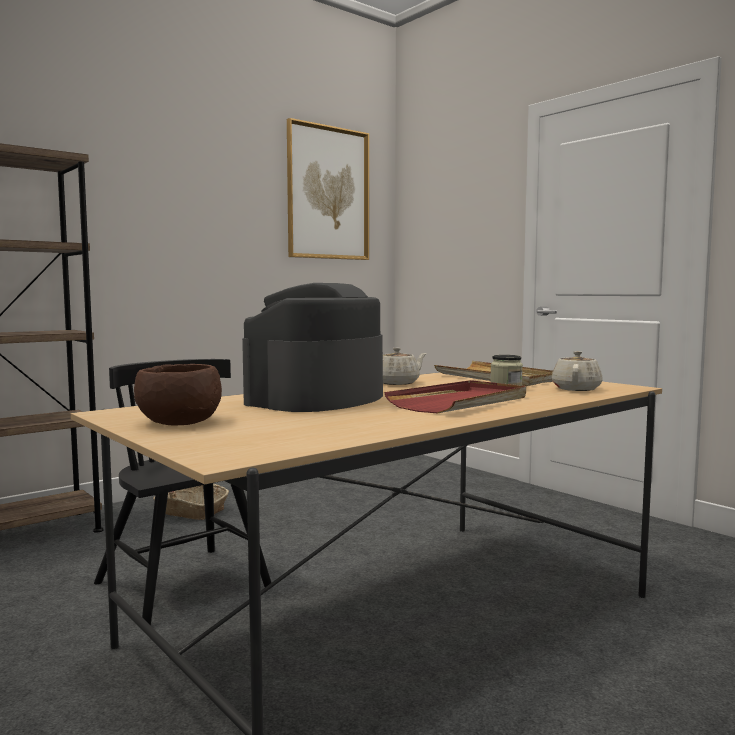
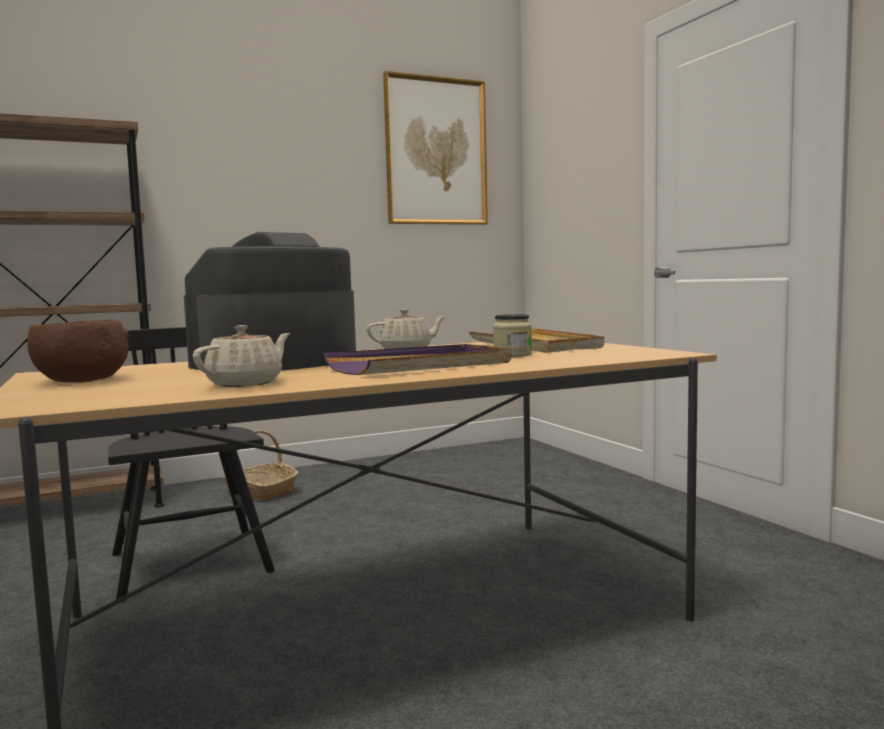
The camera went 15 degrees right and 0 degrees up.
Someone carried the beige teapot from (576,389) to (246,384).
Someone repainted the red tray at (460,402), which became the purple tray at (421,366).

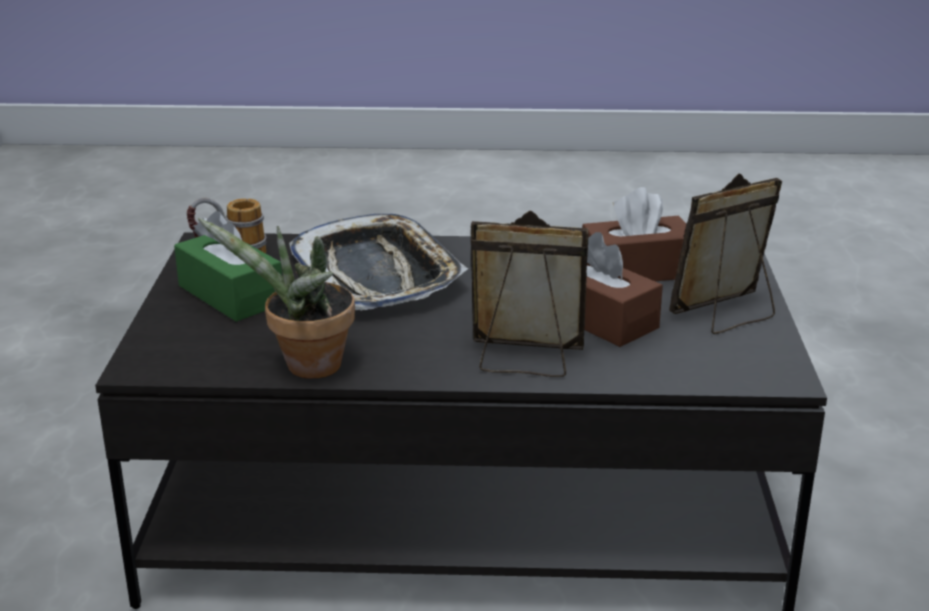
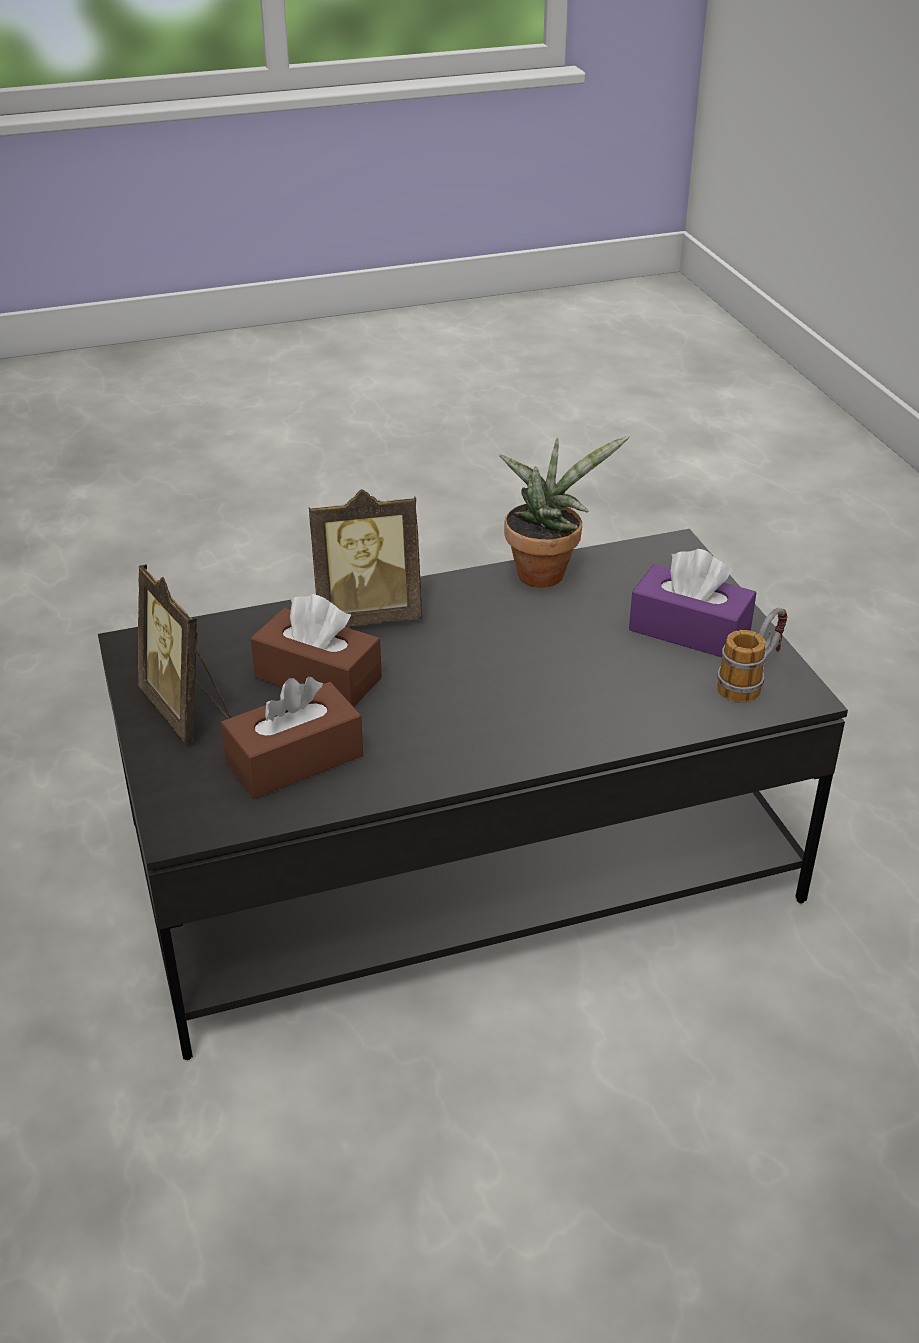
The camera went 160 degrees right and 10 degrees up.
Someone took away the tray at (377,274).
Someone repainted the green tissue box at (230,295), which became the purple tissue box at (689,630).
Someone rotated the picture frame at (726,315) by 105 degrees clockwise.

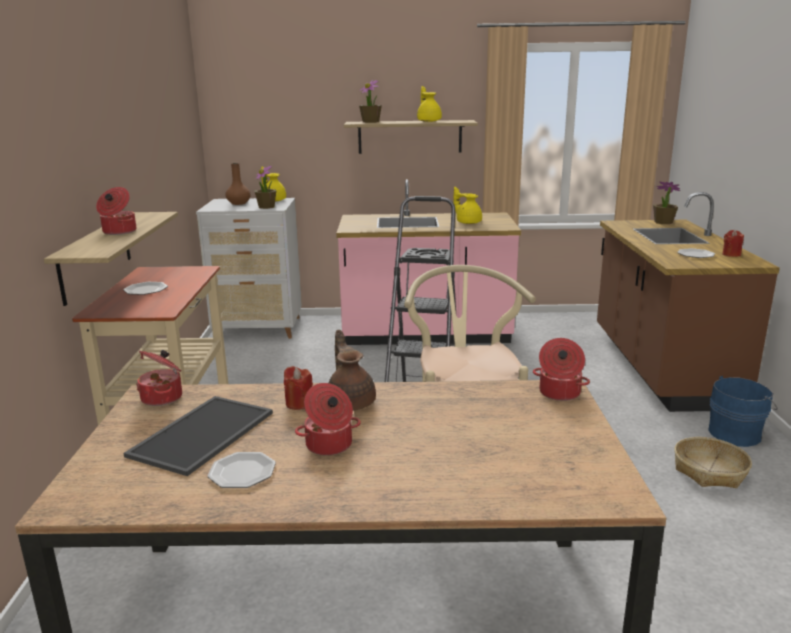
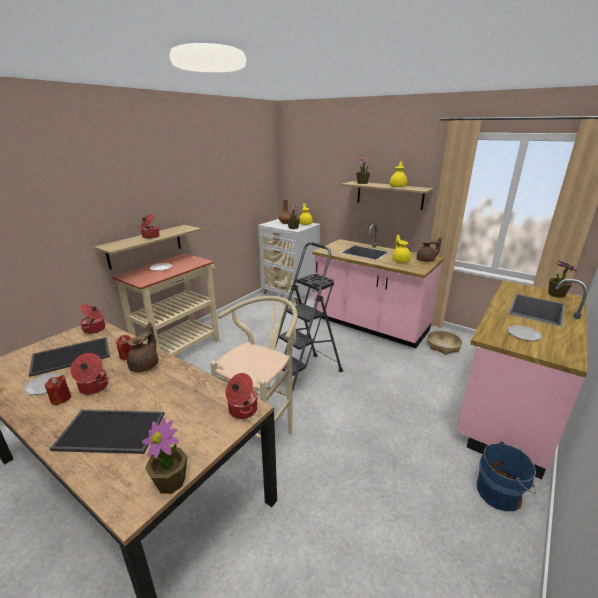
The camera went 35 degrees right and 5 degrees up.
Someone put down the tray at (109,432).
Someone put down the potted plant at (171,481).
Someone put down the brown teapot at (426,260).
Someone carried the basket from (709,471) to (443,346).
Someone carried the red candle from (731,254) to (61,399).
Someone repainted the brown counter at (660,367), which became the pink counter at (506,409).

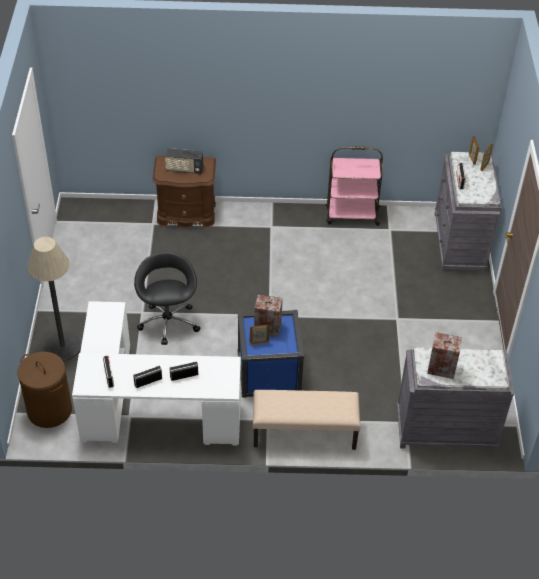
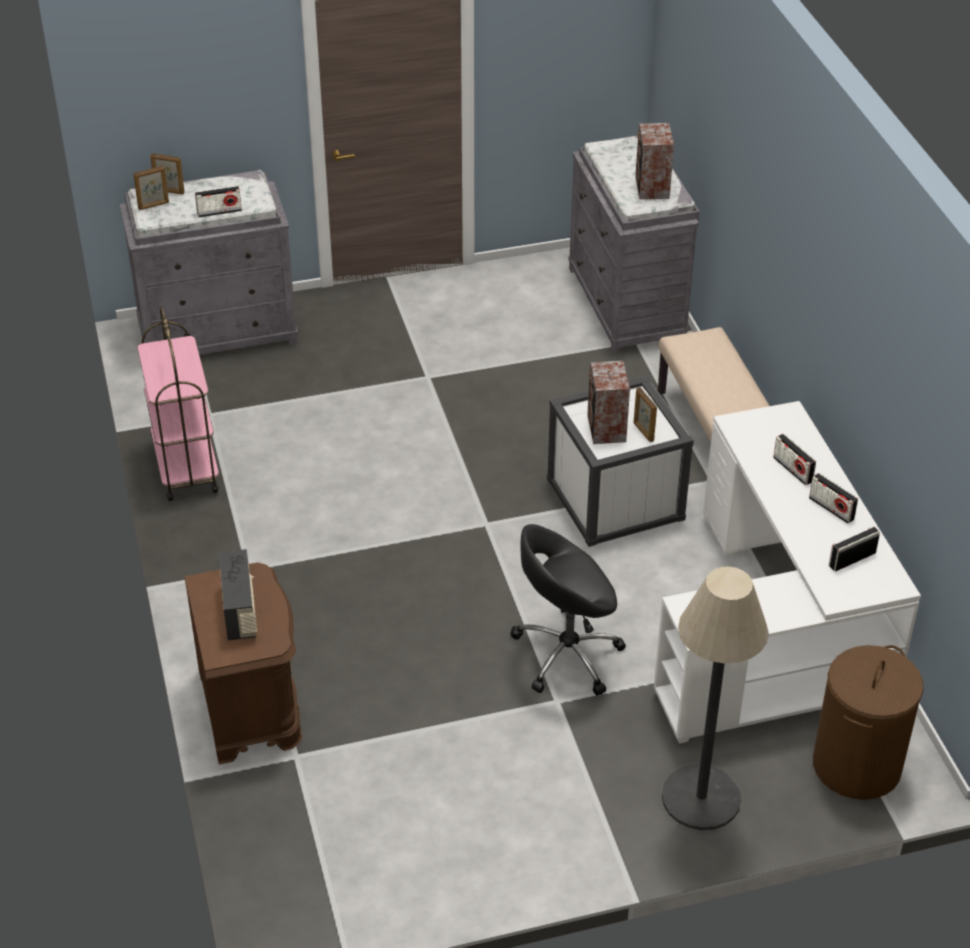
The camera went 105 degrees left and 5 degrees down.
Someone repainted the blue storage box at (268,372), which became the white storage box at (615,499).

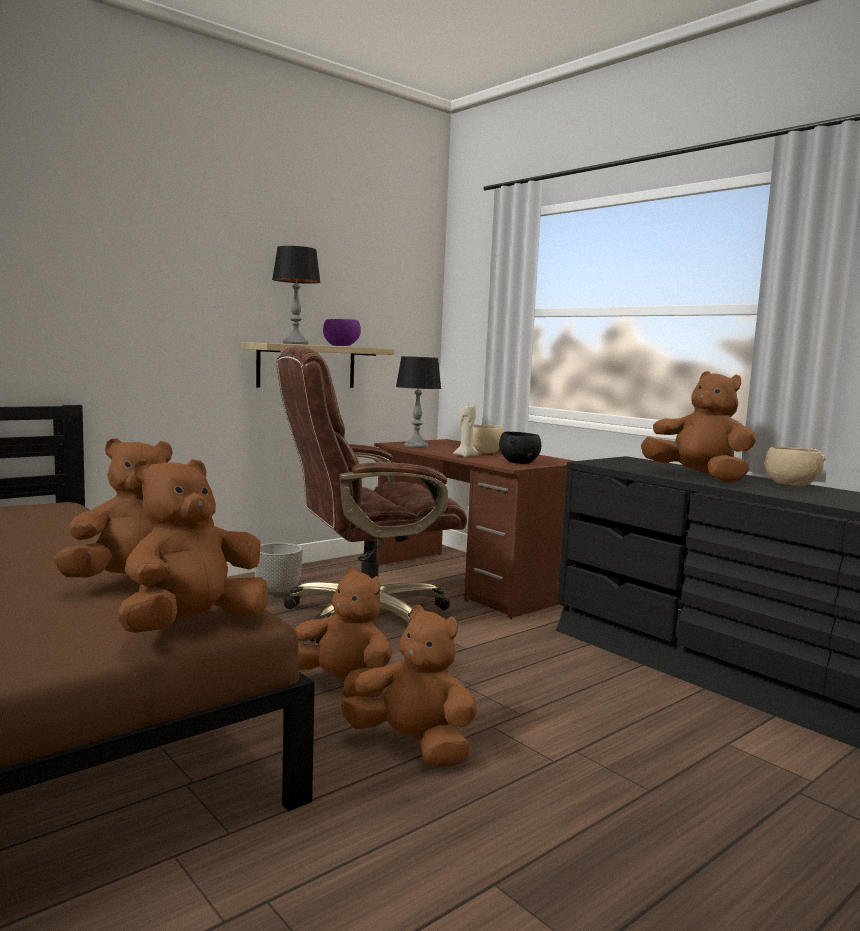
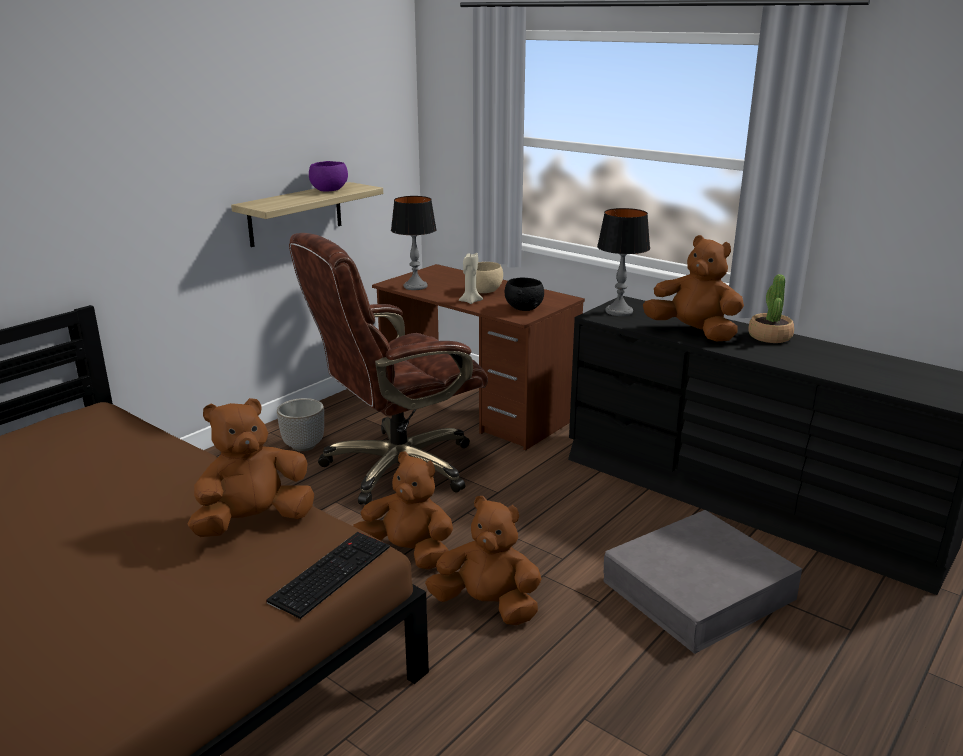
The camera went 10 degrees left and 15 degrees up.
Someone put down the grey storage box at (698,590).
Someone carried the table lamp from (295,344) to (618,311).
Someone swapped the brown plush toy at (192,626) for the keyboard at (330,572).
Someone swapped the beige bowl at (790,485) for the potted plant at (769,337).

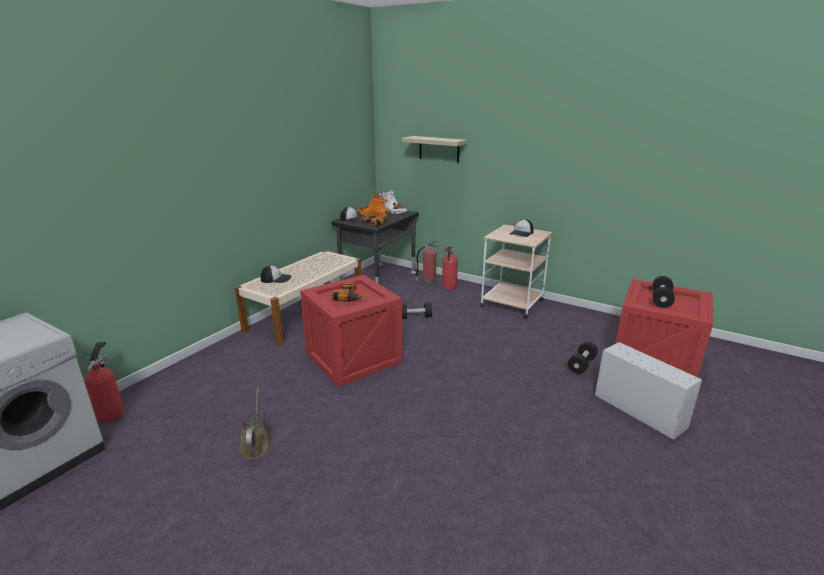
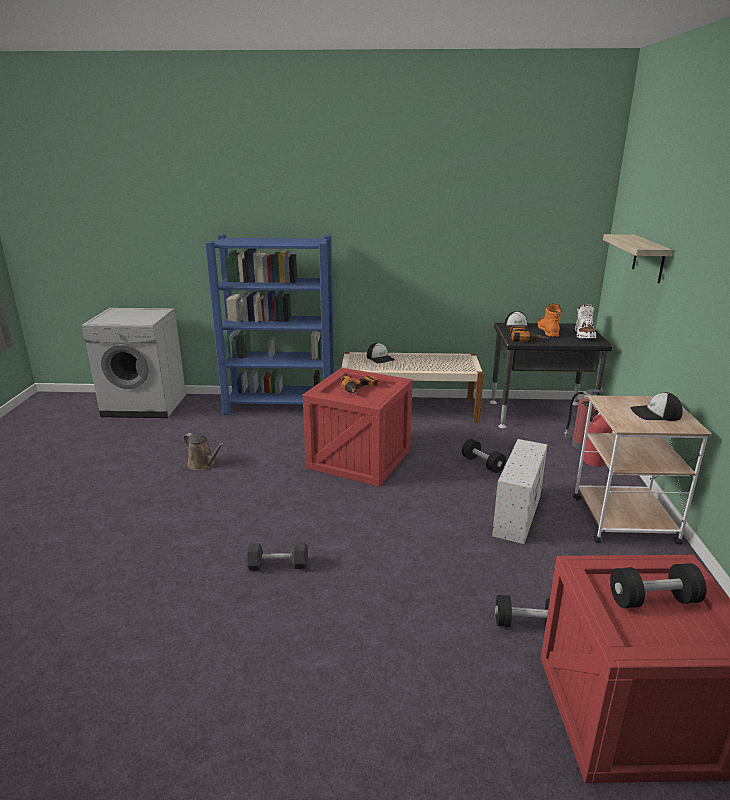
The camera went 60 degrees right and 0 degrees up.
Someone took away the fire extinguisher at (111,413).
Someone put down the blue bookcase at (281,405).
Someone put down the black dumbbell at (277,565).
Someone carried the white storage box from (637,410) to (517,513).
Someone rotated the brown watering can at (256,445) by 75 degrees clockwise.

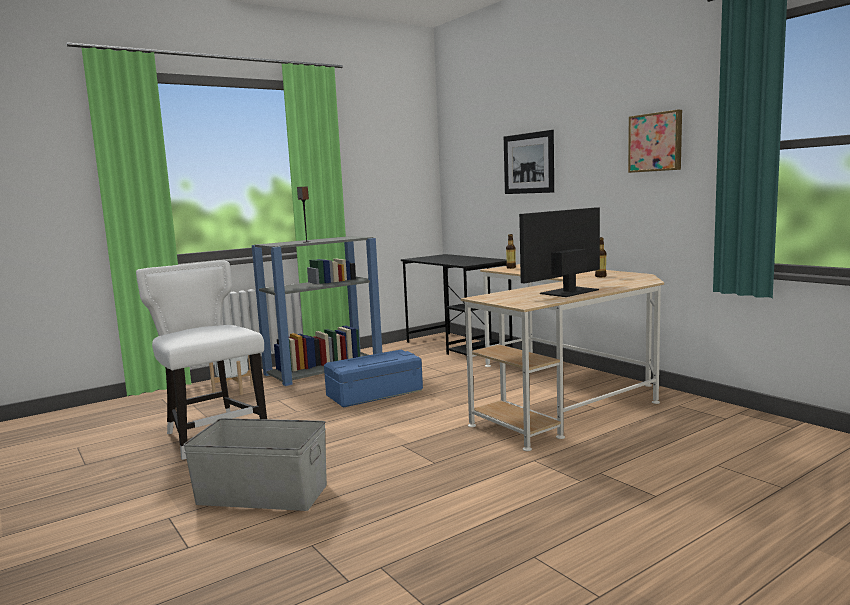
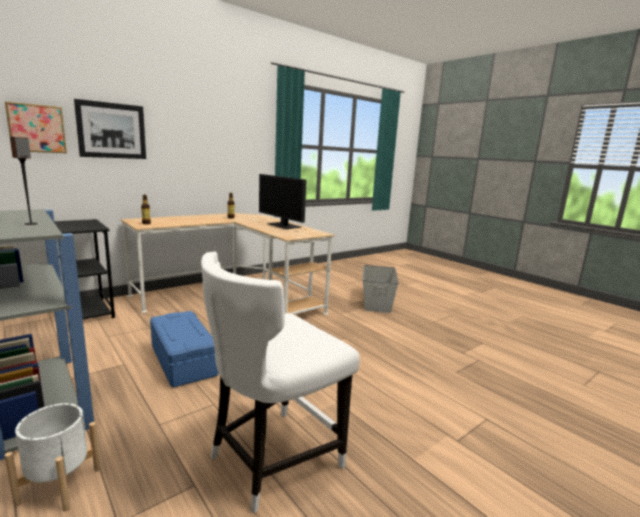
The camera went 95 degrees left and 5 degrees up.
Someone carried the grey storage box from (262,494) to (376,301).
Someone carried the picture from (656,142) to (36,128).

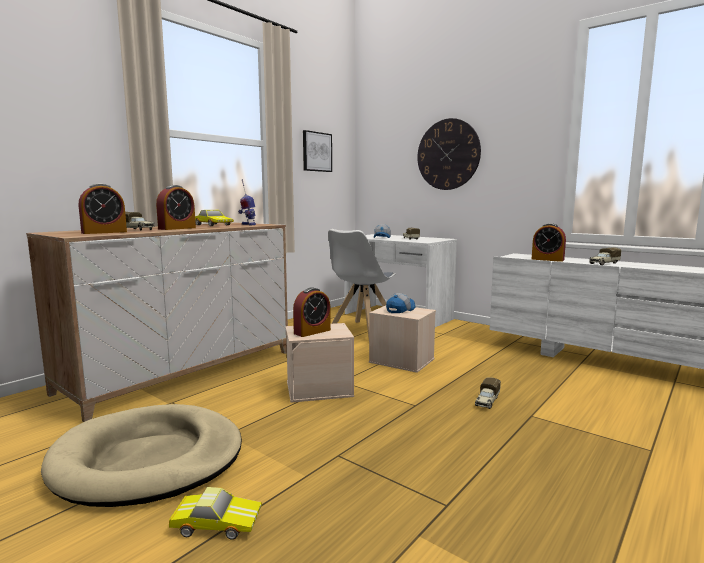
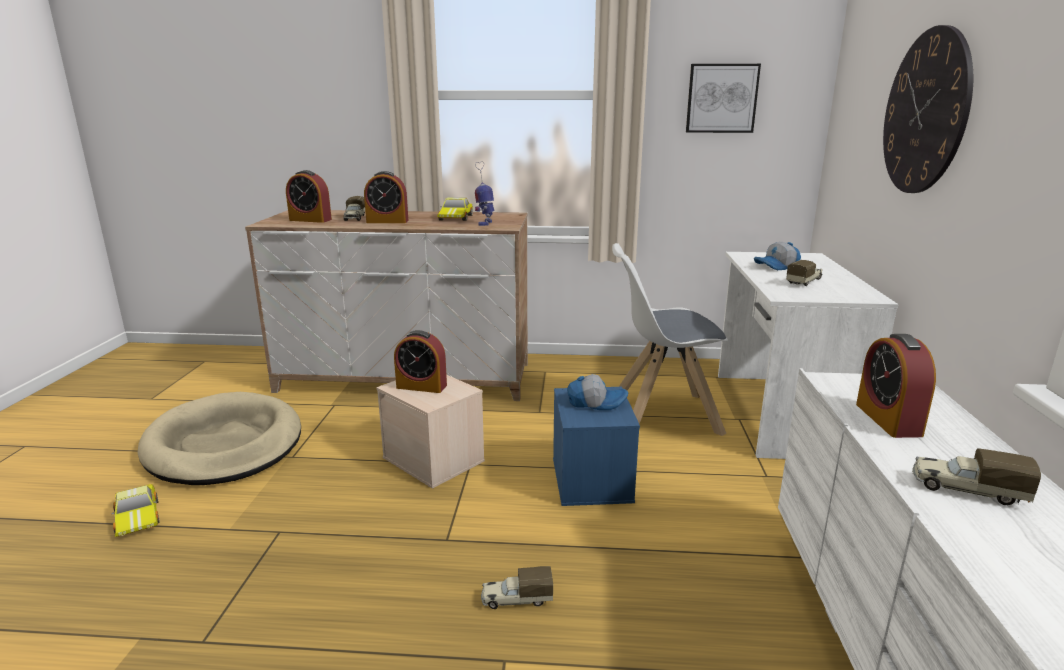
The camera went 55 degrees right and 10 degrees up.
Someone repainted the beige storage box at (400,360), which became the blue storage box at (590,479).

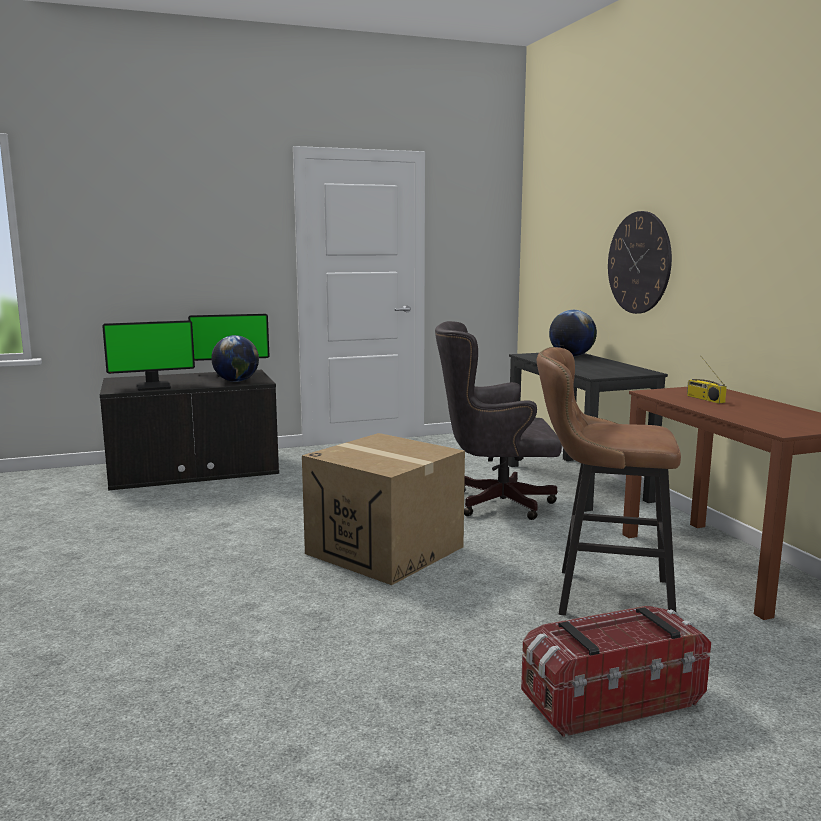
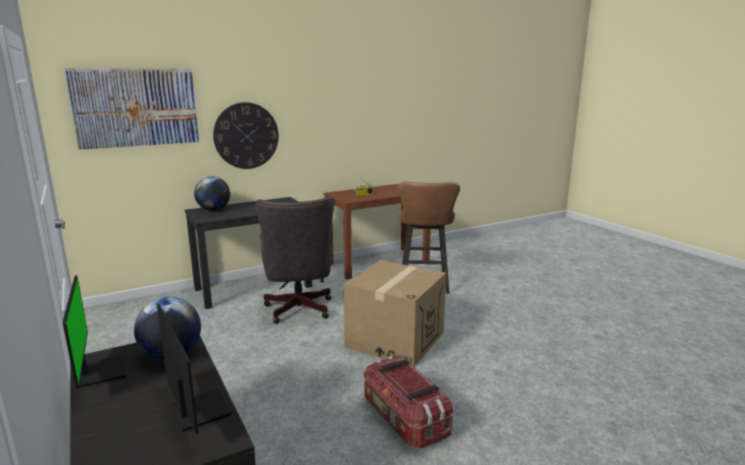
The camera went 100 degrees left and 5 degrees up.
Someone put up the picture at (136,107).
Someone carried the storage box from (610,699) to (404,419).

